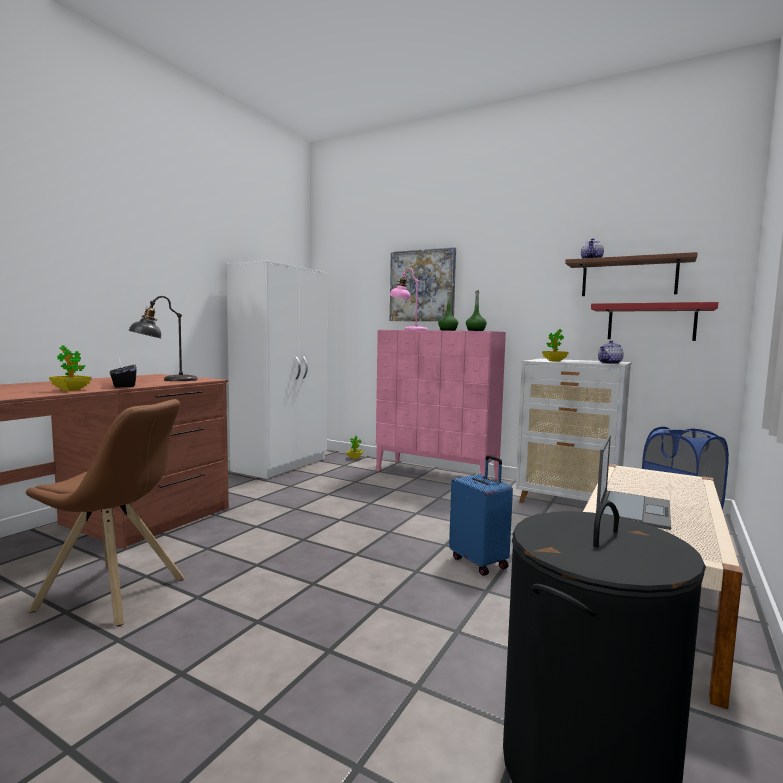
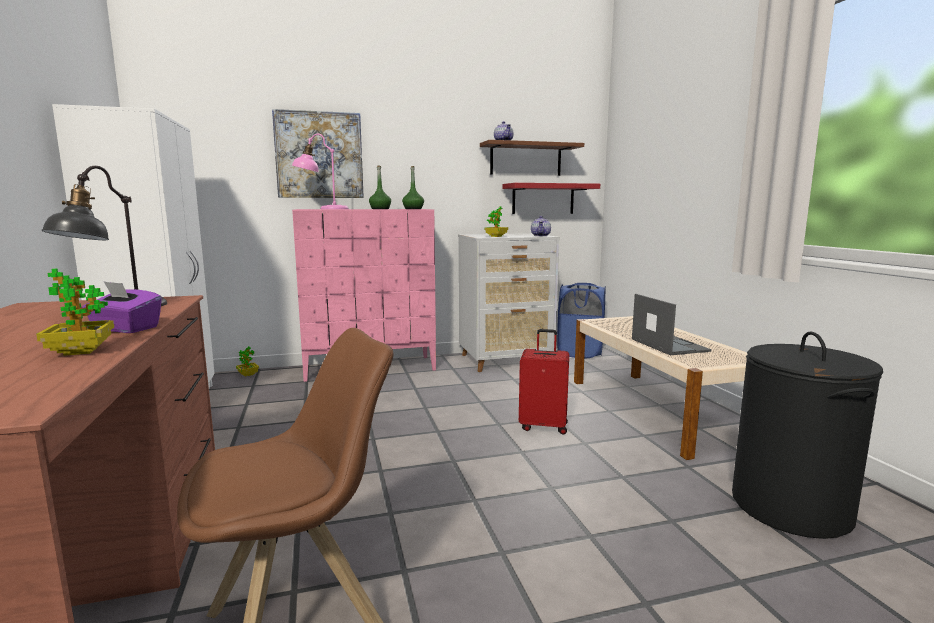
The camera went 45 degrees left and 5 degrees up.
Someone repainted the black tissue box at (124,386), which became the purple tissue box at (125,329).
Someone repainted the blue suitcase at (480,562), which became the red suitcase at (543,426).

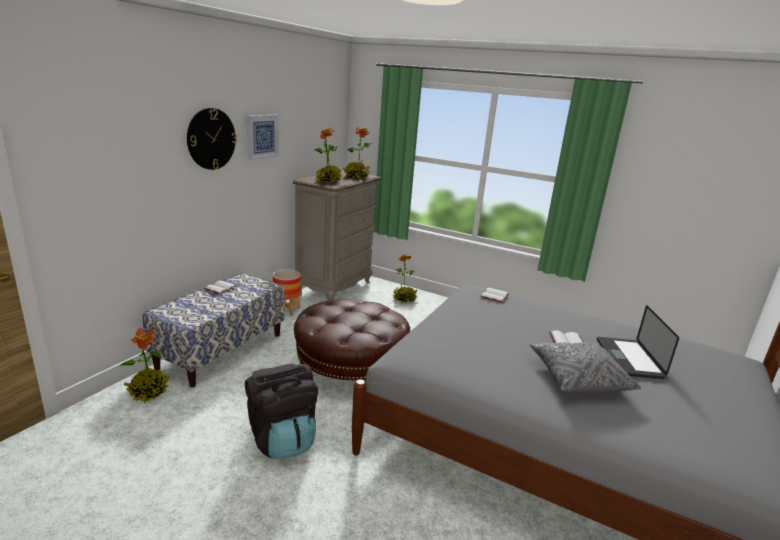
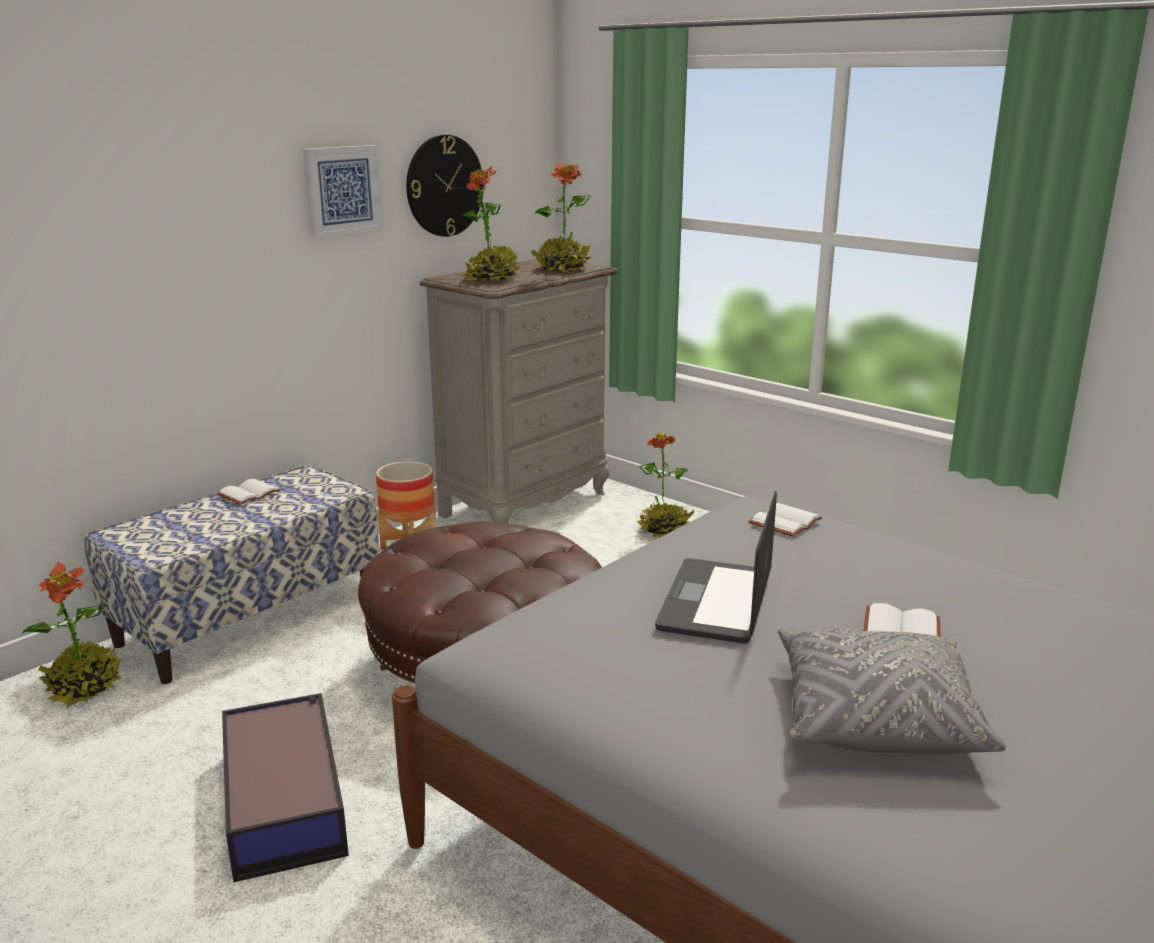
The camera went 15 degrees right and 0 degrees up.
Someone carried the wall clock from (211,139) to (444,186).
Someone carried the laptop from (628,358) to (715,602).
Someone swapped the black backpack at (282,438) for the storage box at (285,799).

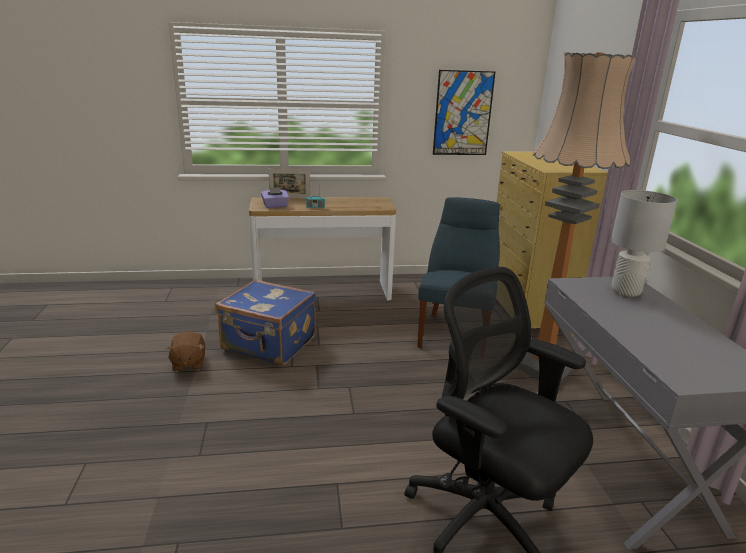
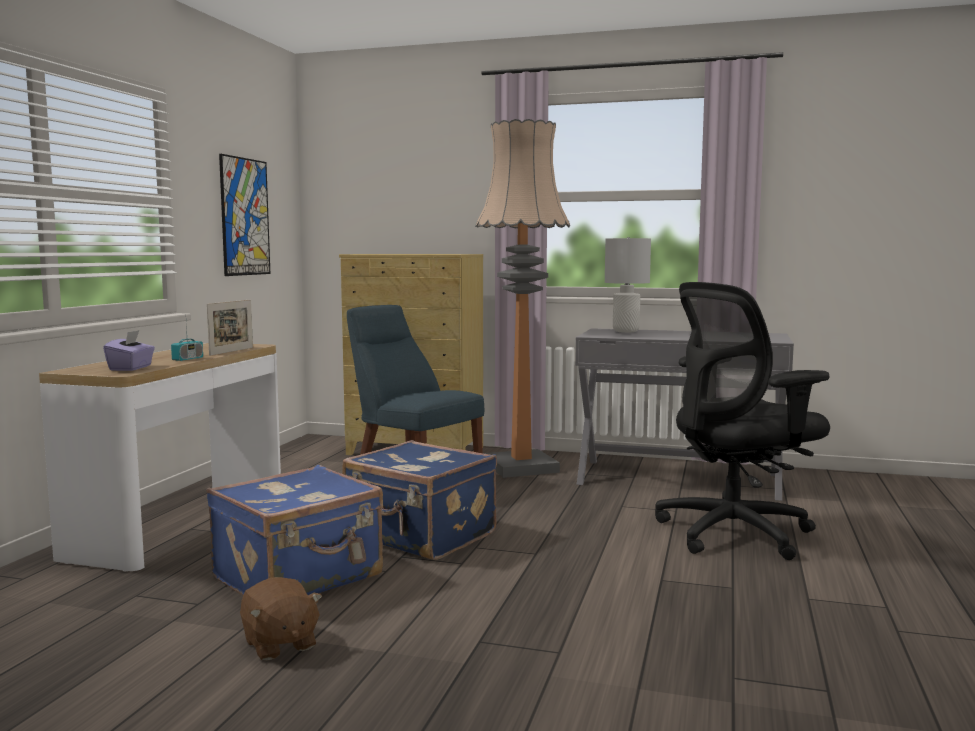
The camera went 65 degrees left and 15 degrees down.
Someone put down the blue suitcase at (420,536).
Someone carried the picture frame from (290,198) to (231,351).
Someone rotated the brown plush toy at (188,364) by 45 degrees clockwise.

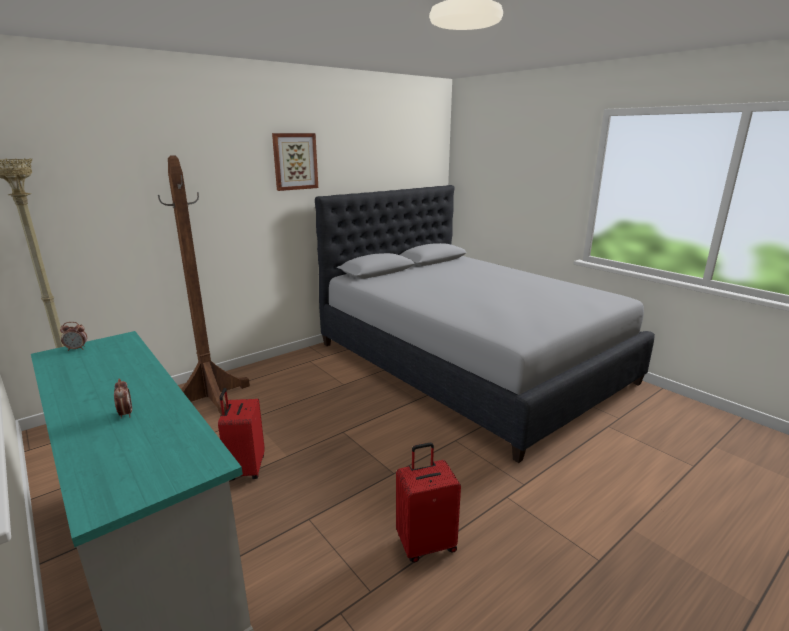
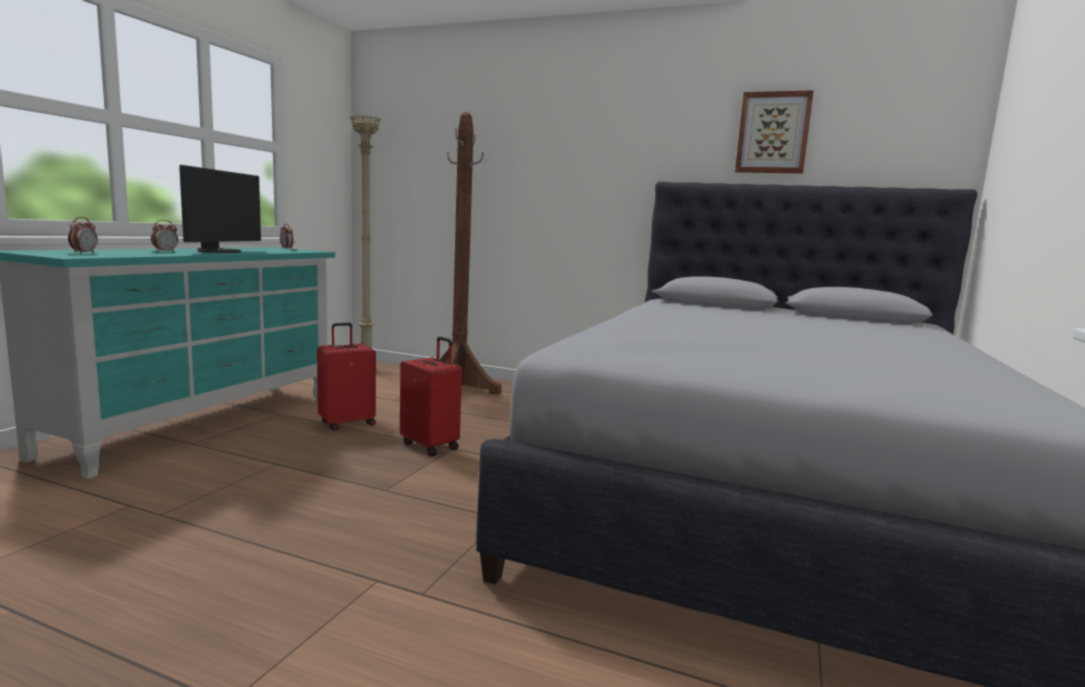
The camera went 60 degrees right and 10 degrees down.
Someone put down the alarm clock at (84,253).
Someone put down the monitor at (221,252).
Someone carried the picture from (295,161) to (773,133).
Someone carried the red suitcase from (426,543) to (431,446).

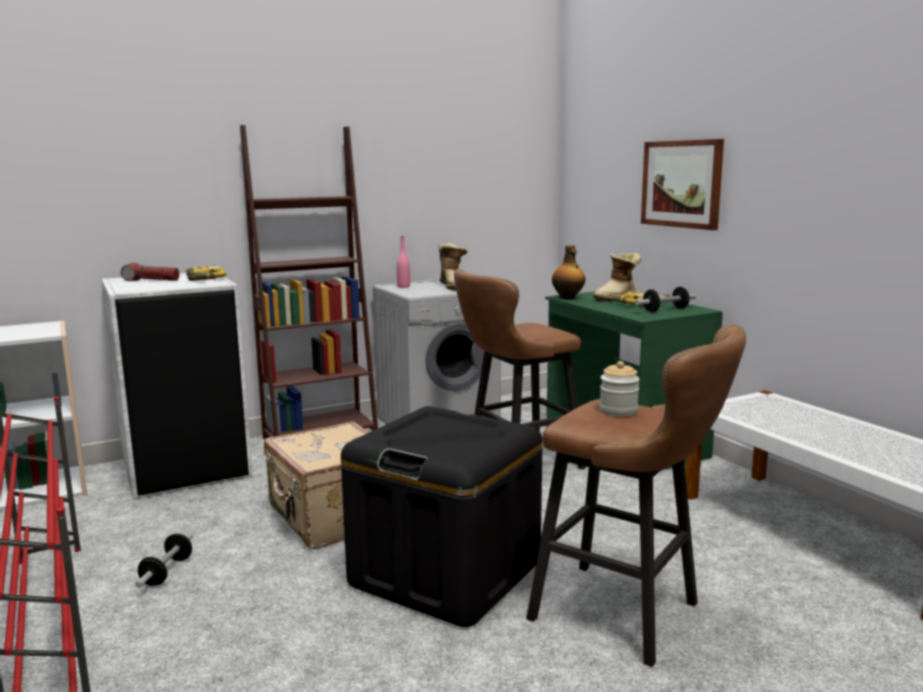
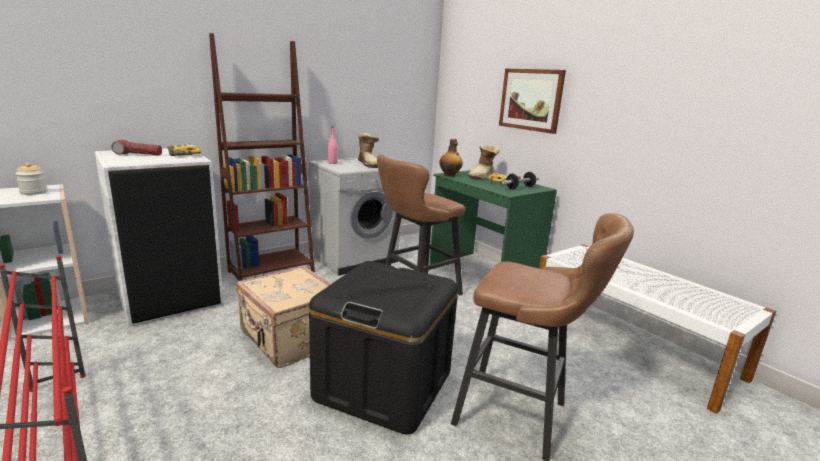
The camera went 10 degrees left and 5 degrees up.
Someone took away the dumbbell at (167,572).
Someone carried the jar from (618,411) to (34,192).

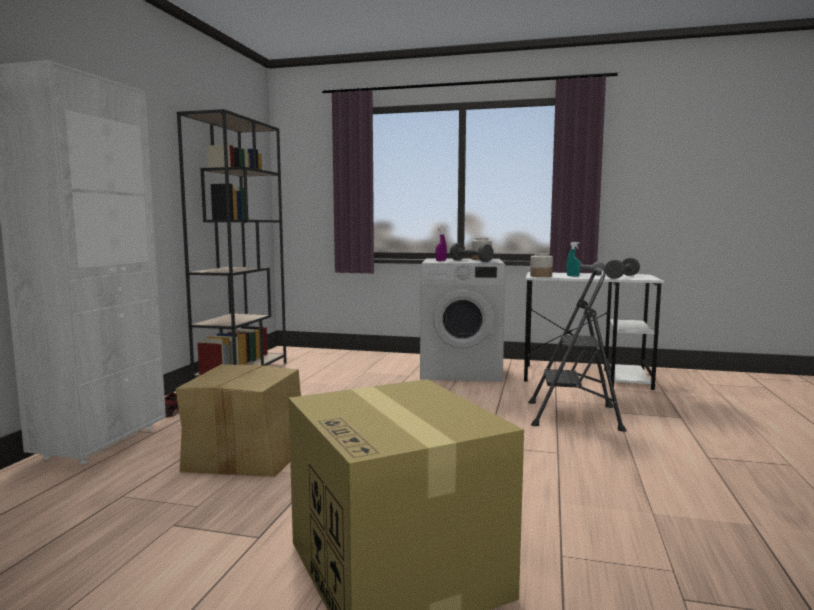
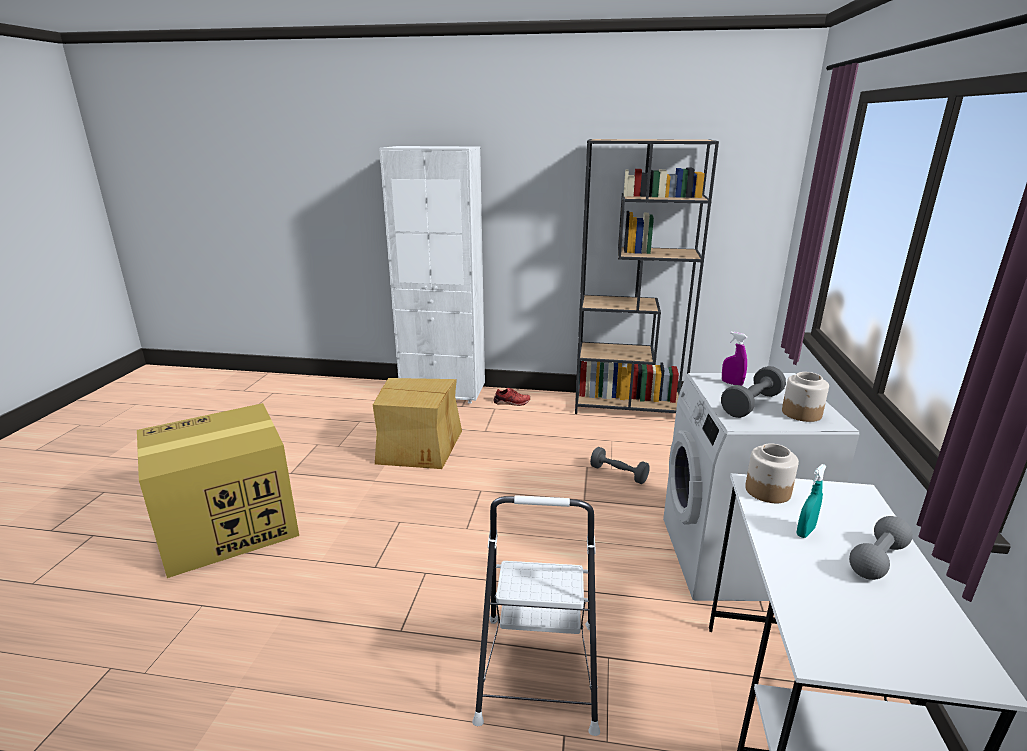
The camera went 85 degrees right and 15 degrees up.
Someone carried the grey dumbbell from (622,277) to (618,474).
Someone repainted the black step ladder at (577,415), which became the white step ladder at (538,673).

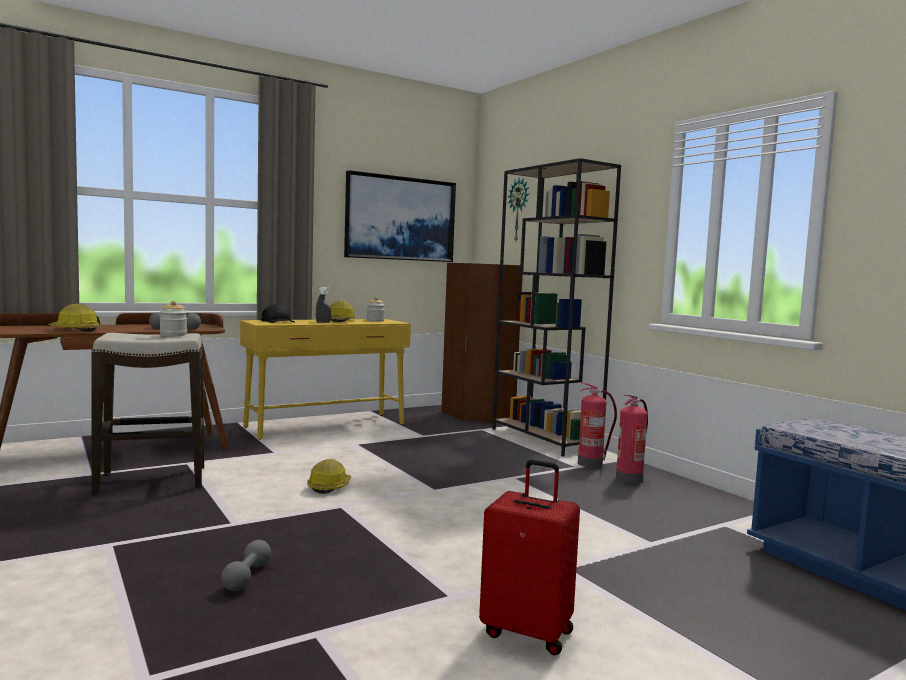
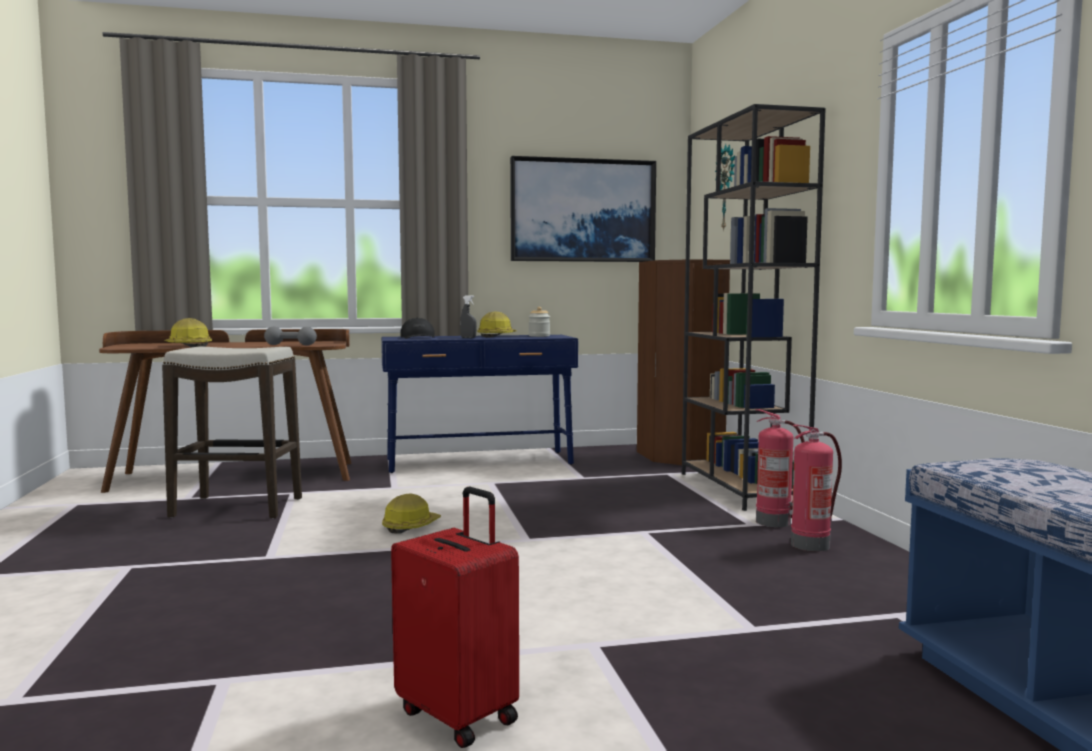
The camera went 20 degrees right and 0 degrees up.
Someone took away the jar at (173,335).
Someone took away the grey dumbbell at (247,577).
Someone repainted the yellow console table at (326,426), which became the blue console table at (479,462).

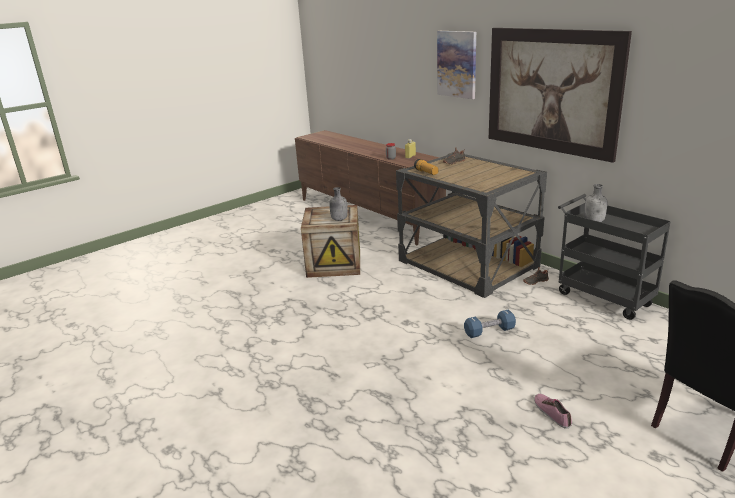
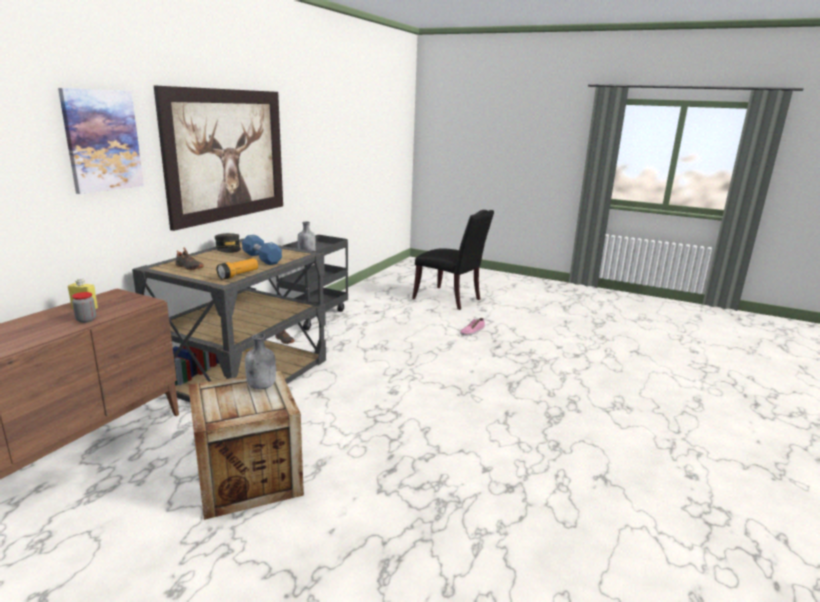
The camera went 115 degrees left and 5 degrees down.
Someone put down the grey cap at (228,248).
Someone carried the blue dumbbell from (489,331) to (262,259).

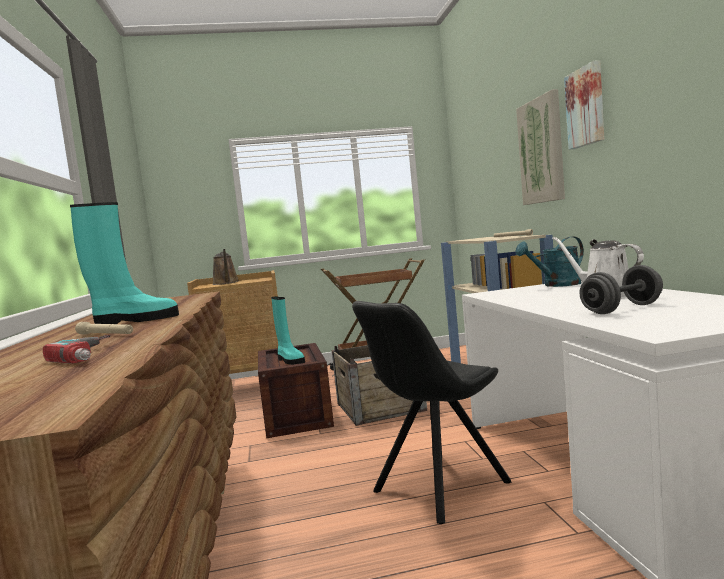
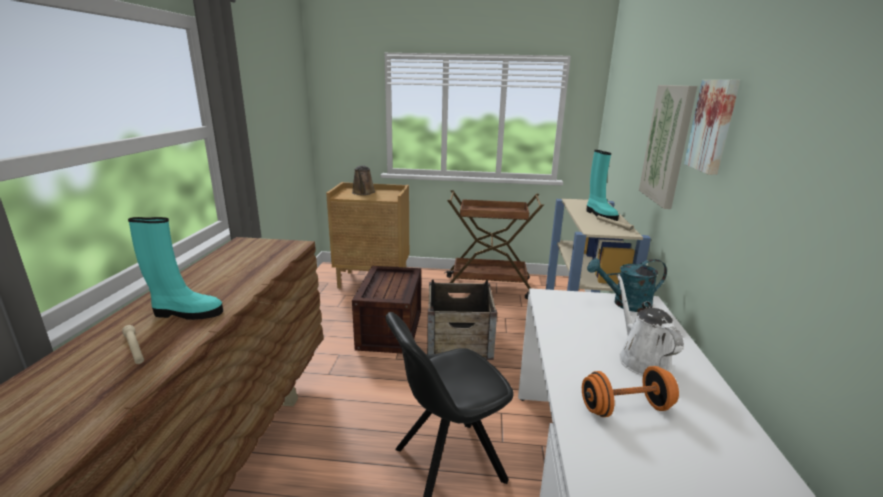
The camera went 15 degrees right and 15 degrees up.
Someone took away the power drill at (98,353).
Someone carried the turquoise boot from (290,360) to (600,215).
Someone repainted the grey dumbbell at (622,309), which became the orange dumbbell at (625,408).

